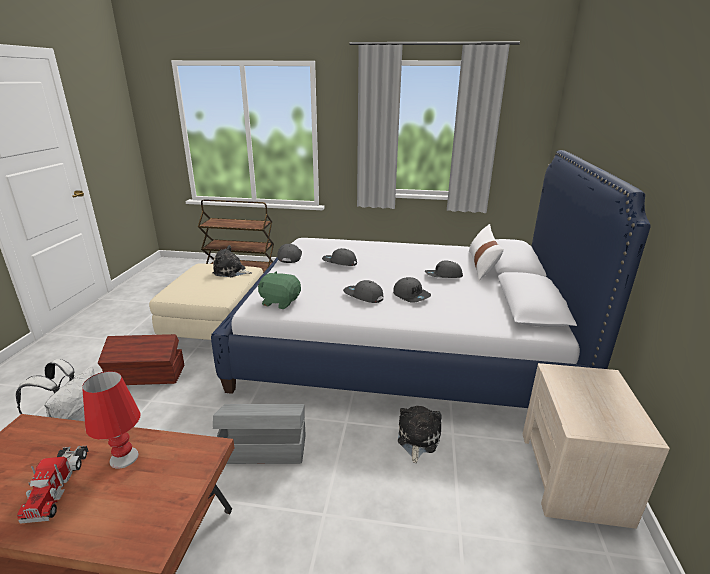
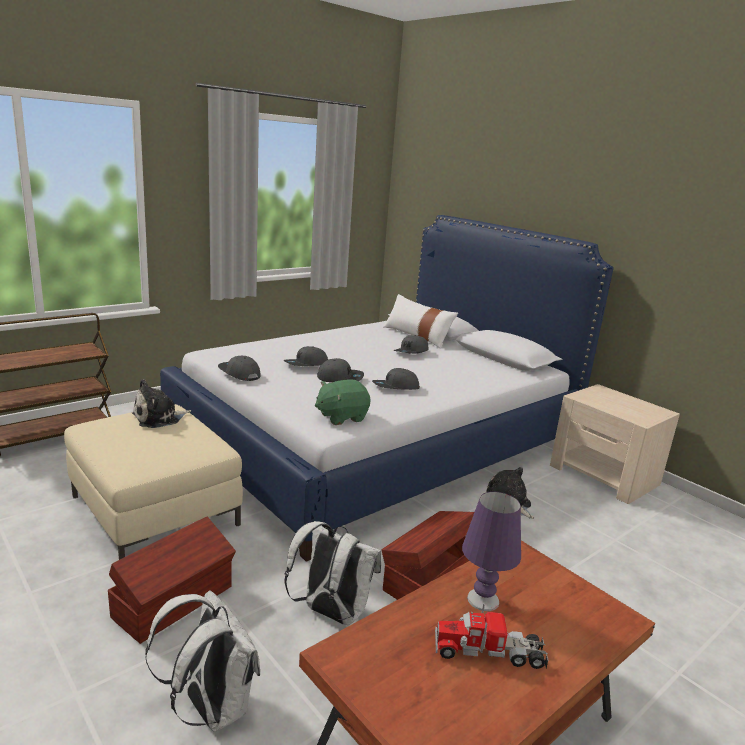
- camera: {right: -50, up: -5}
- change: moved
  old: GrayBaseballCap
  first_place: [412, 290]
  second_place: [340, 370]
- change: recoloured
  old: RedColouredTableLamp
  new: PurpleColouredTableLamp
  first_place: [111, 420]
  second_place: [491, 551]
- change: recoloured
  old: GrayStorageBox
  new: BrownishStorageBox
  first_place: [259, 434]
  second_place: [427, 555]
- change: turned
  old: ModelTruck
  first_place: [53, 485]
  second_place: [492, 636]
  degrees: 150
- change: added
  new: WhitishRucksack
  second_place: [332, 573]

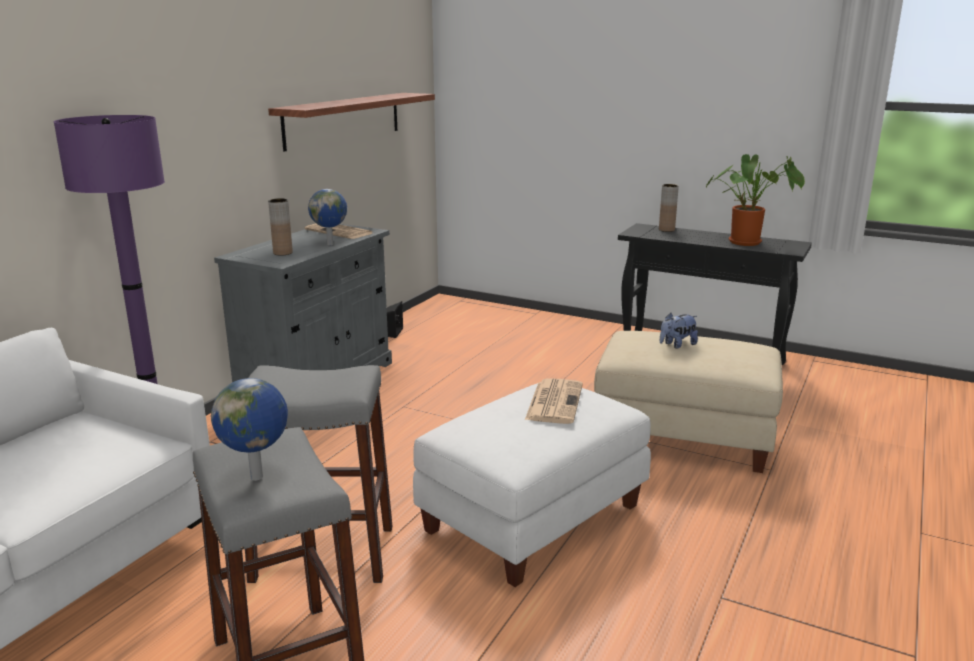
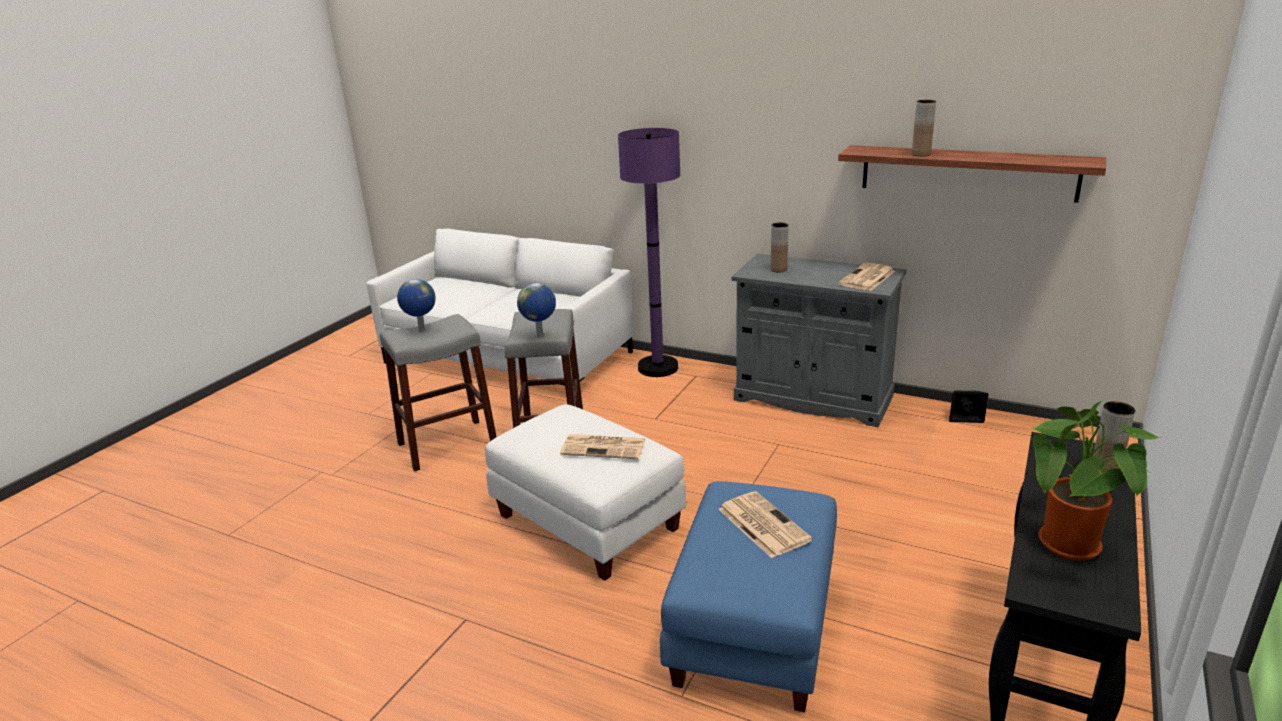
- camera: {right: 90, up: 5}
- change: moved
  old: DeskGlobe
  first_place: [327, 217]
  second_place: [536, 310]
- change: replaced
  old: CuddlyToy
  new: Newspaper
  first_place: [679, 331]
  second_place: [765, 524]
- change: recoloured
  old: SandColouredPouffe
  new: BlueColouredPouffe
  first_place: [688, 402]
  second_place: [748, 596]
- change: added
  new: BrownishDecorativeVase
  second_place: [924, 128]

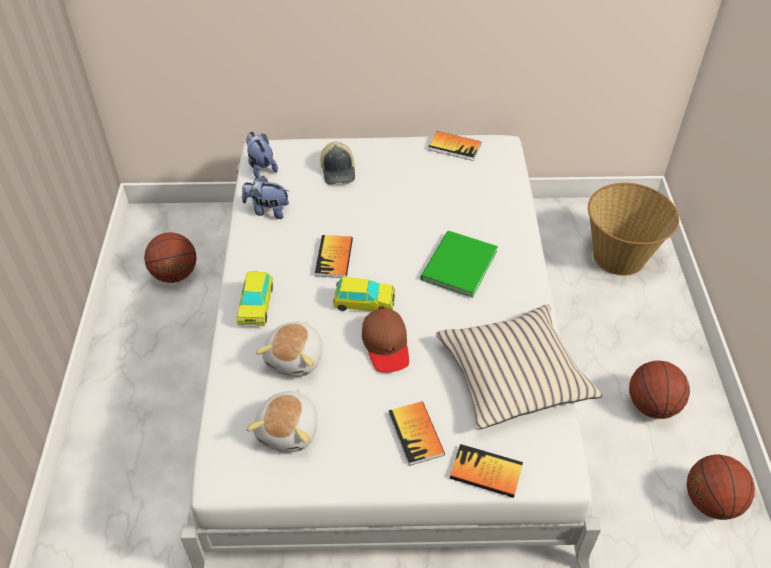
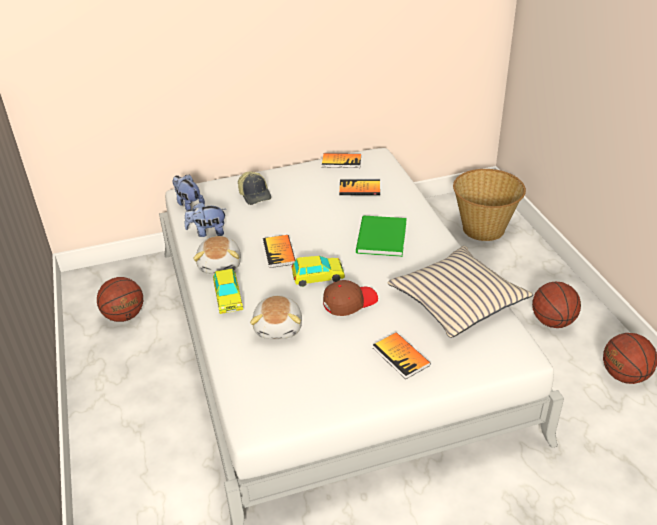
- camera: {right: -15, up: -10}
- change: turned
  old: BrownishBaseballCap
  first_place: [385, 340]
  second_place: [350, 298]
  degrees: -90
- change: moved
  old: CuddlyToy
  first_place: [282, 421]
  second_place: [217, 255]
- change: moved
  old: Volume
  first_place: [486, 471]
  second_place: [359, 187]

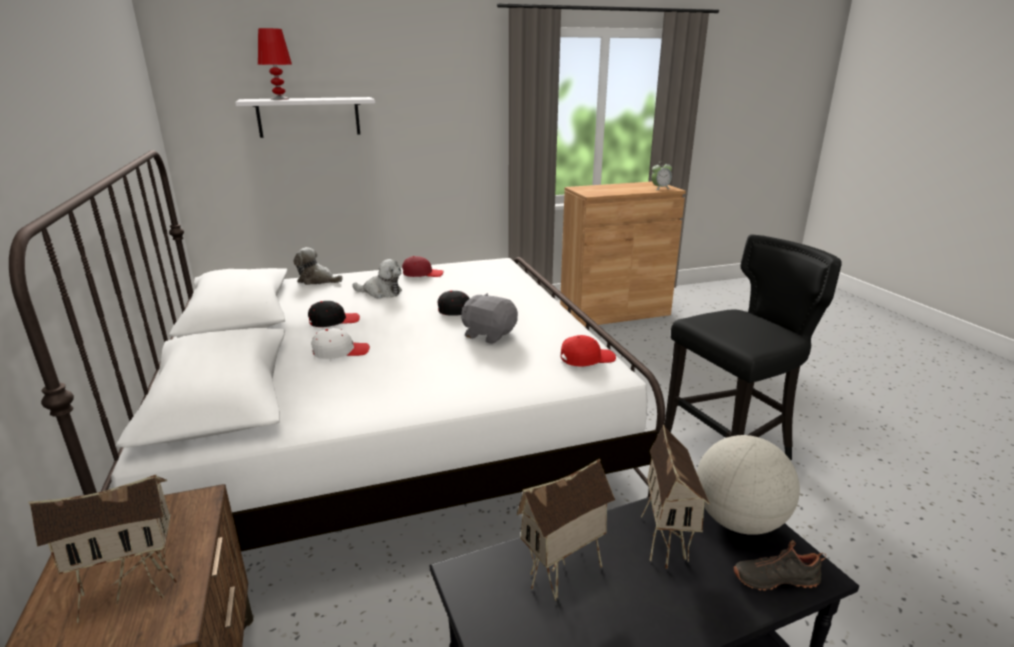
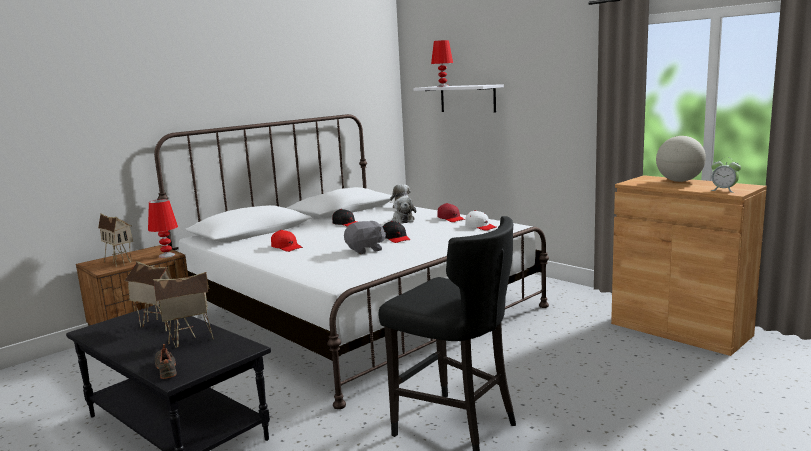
- camera: {right: 65, up: -10}
- change: turned
  old: GrayCuddlyToy
  first_place: [489, 318]
  second_place: [365, 237]
  degrees: 60
- change: moved
  old: WhitishBaseballCap
  first_place: [340, 343]
  second_place: [480, 220]
- change: moved
  old: RedColouredBaseballCap
  first_place: [588, 350]
  second_place: [287, 241]
- change: moved
  old: DeskGlobe
  first_place: [748, 485]
  second_place: [681, 159]
- change: added
  new: RedColouredTableLamp
  second_place: [163, 228]

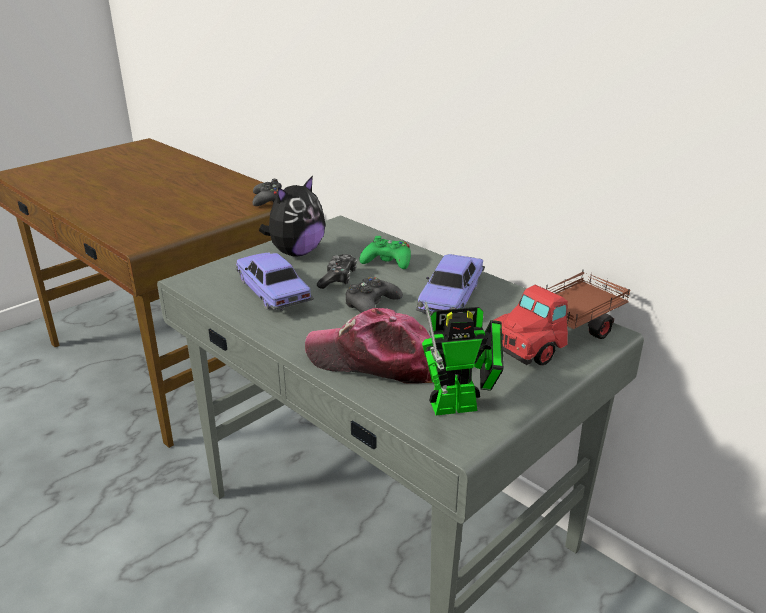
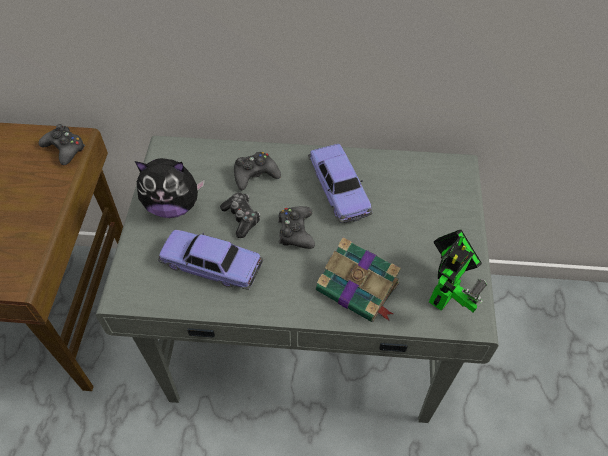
- camera: {right: -40, up: 25}
- change: turned
  old: CuddlyToy
  first_place: [292, 215]
  second_place: [170, 188]
  degrees: 90
- change: recoloured
  old: GreenColouredGameController
  new: BlackishGameController
  first_place: [385, 252]
  second_place: [257, 171]
- change: removed
  old: ModelTruck
  first_place: [562, 317]
- change: replaced
  old: BaseballCap
  new: Volume
  first_place: [369, 345]
  second_place: [358, 279]

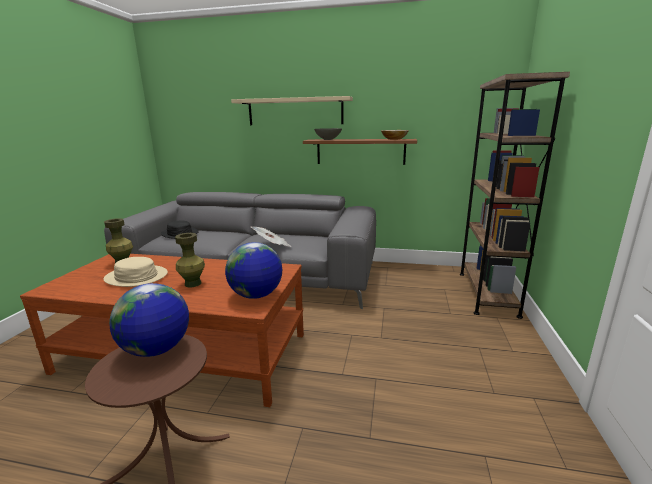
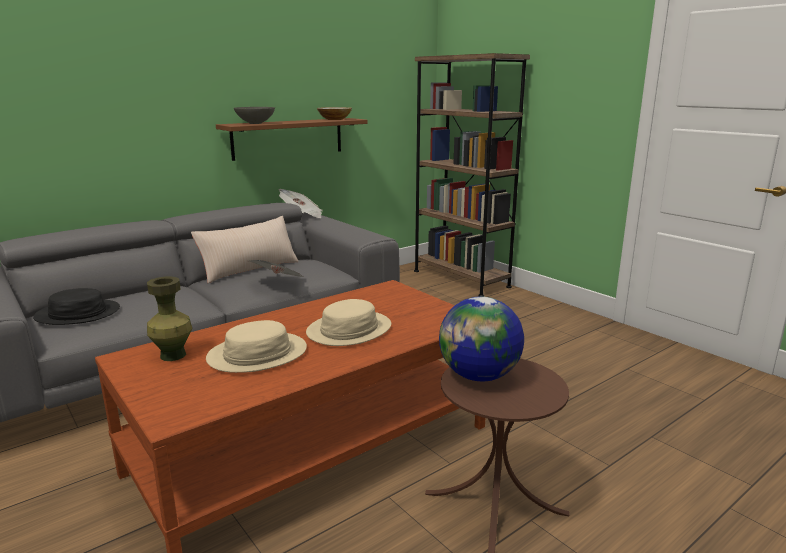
- camera: {right: -50, up: 0}
- change: removed
  old: SandColouredWallShelf
  first_place: [292, 110]
- change: replaced
  old: GreenColouredDecorativeVase
  new: SandColouredWearableHat
  first_place: [190, 260]
  second_place: [348, 322]
- change: removed
  old: DeskGlobe
  first_place: [253, 270]
- change: added
  new: Newspaper
  second_place: [301, 203]
- change: added
  new: SandColouredThrowPillow
  second_place: [244, 249]

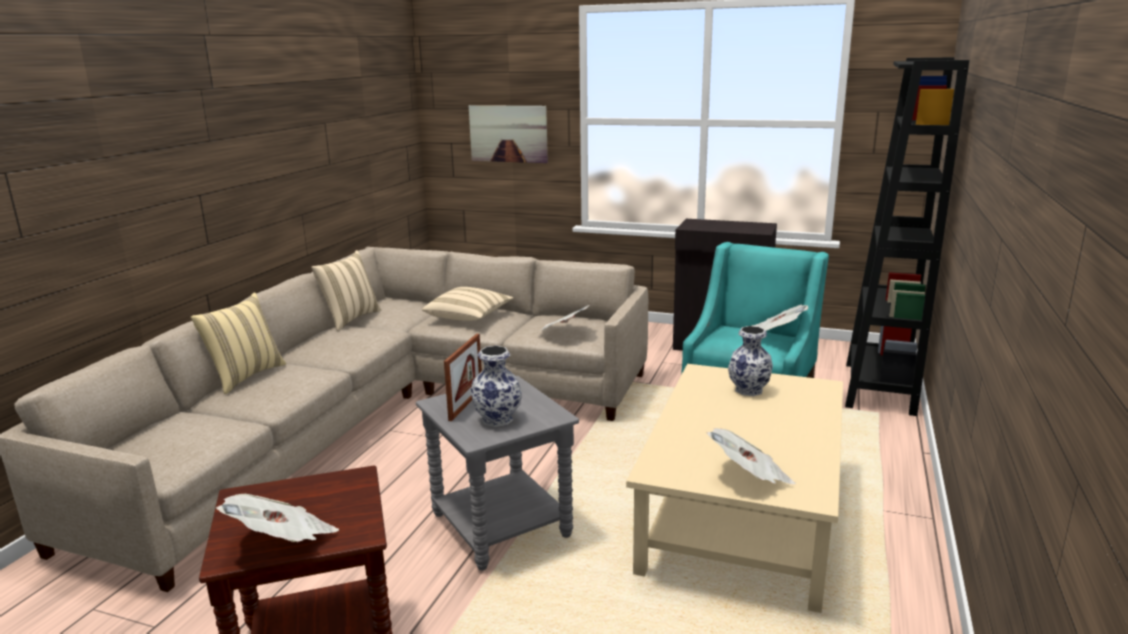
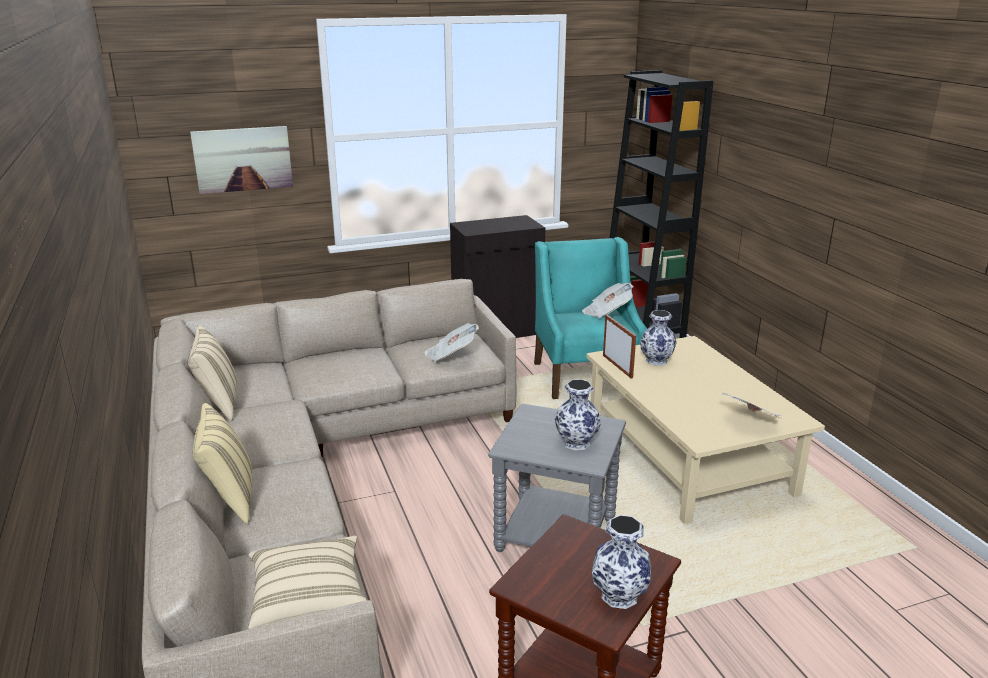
- camera: {right: -40, up: 5}
- change: moved
  old: SandColouredThrowPillow
  first_place: [467, 304]
  second_place: [307, 582]
- change: moved
  old: StandingFrame
  first_place: [463, 377]
  second_place: [619, 346]
- change: replaced
  old: Newspaper
  new: DecorativeVase
  first_place: [277, 518]
  second_place: [621, 562]

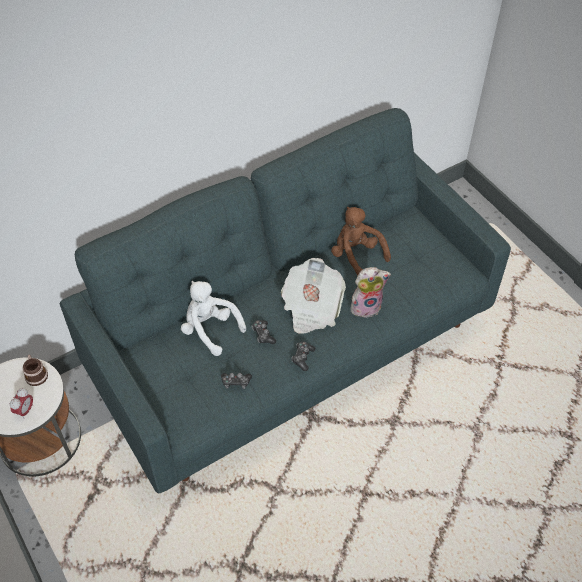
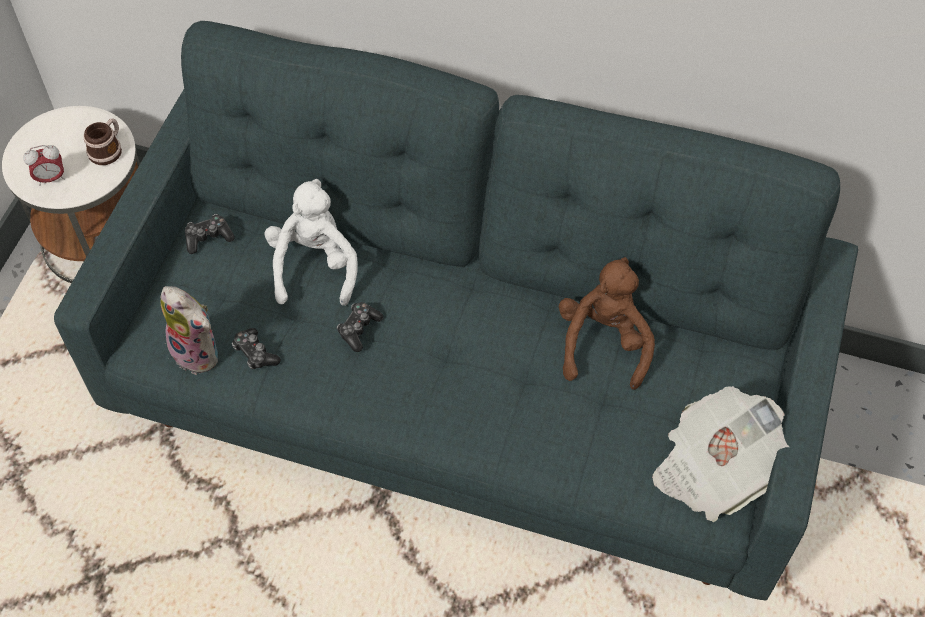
- camera: {right: 50, up: 5}
- change: moved
  old: Newspaper
  first_place: [313, 296]
  second_place: [720, 454]
- change: moved
  old: CuddlyToy
  first_place: [371, 292]
  second_place: [189, 330]
- change: moved
  old: GameController
  first_place: [303, 356]
  second_place: [210, 234]

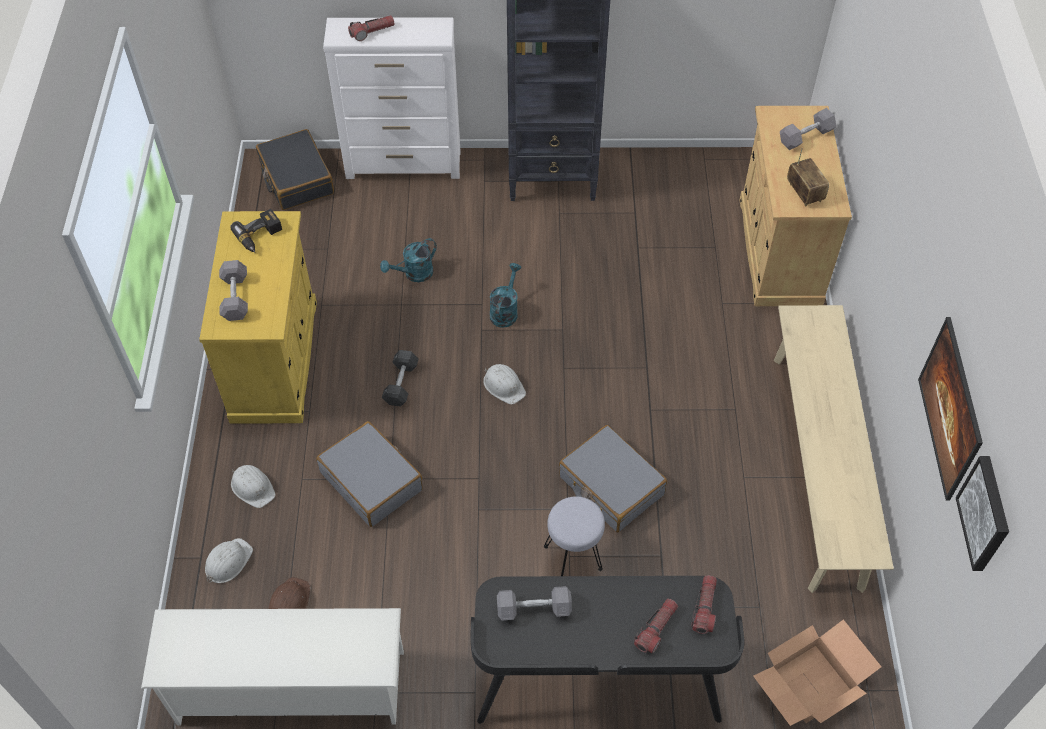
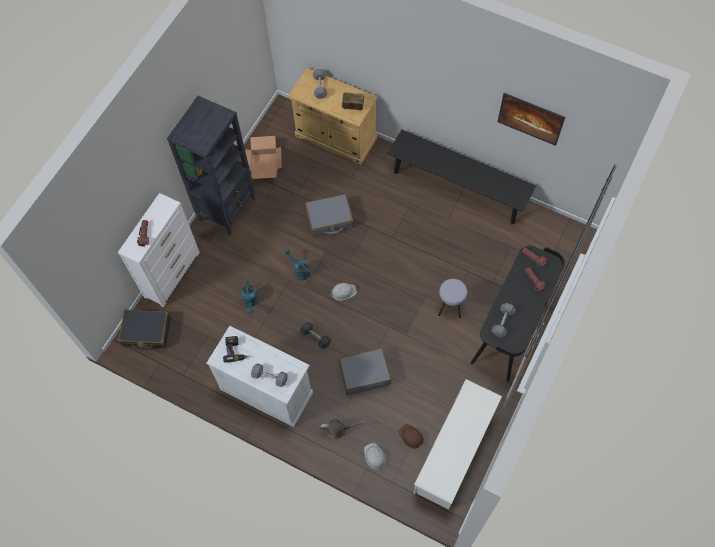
- camera: {right: -60, up: 10}
- change: recoloured
  old: YellowishStorageCabinet
  new: WhitishStorageCabinet
  first_place: [258, 317]
  second_place: [260, 376]
- change: recoloured
  old: SandColouredLongSeat
  new: BlackishLongSeat
  first_place: [834, 449]
  second_place: [461, 177]
- change: moved
  old: GrayTravelCase
  first_place: [613, 478]
  second_place: [329, 215]
- change: removed
  old: WallPicture
  first_place: [982, 513]
- change: replaced
  old: WhitishHardHat
  new: BrownishSprinklingCan
  first_place: [253, 486]
  second_place: [342, 429]
- change: moved
  old: PackingBox
  first_place: [817, 673]
  second_place: [263, 157]

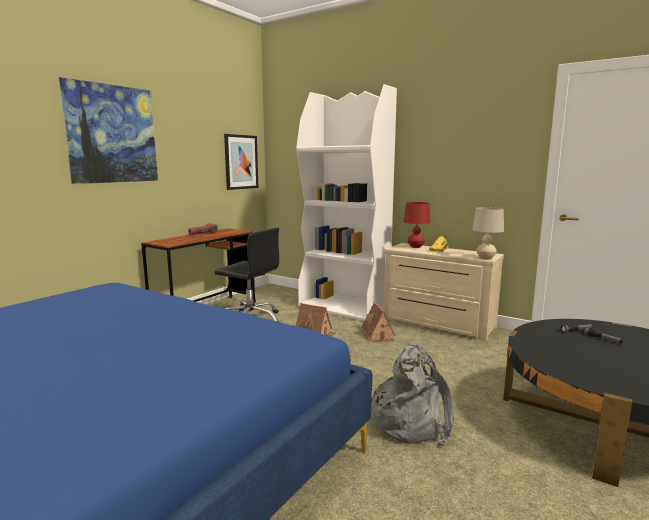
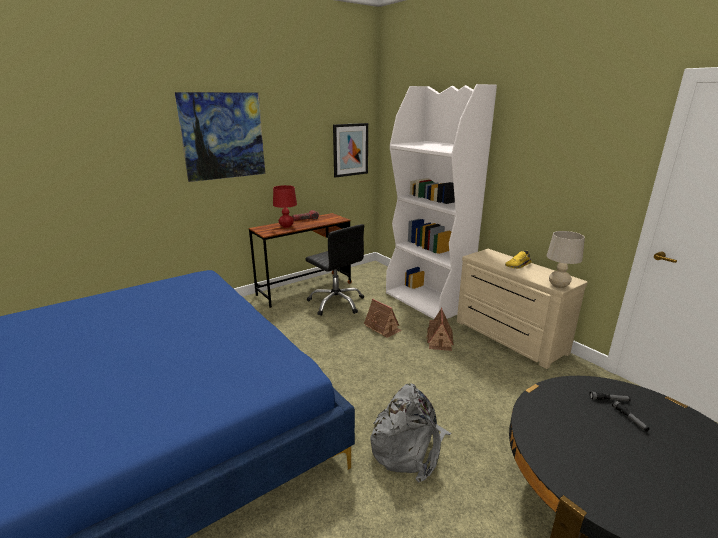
- camera: {right: 20, up: 10}
- change: moved
  old: RedColouredTableLamp
  first_place: [417, 225]
  second_place: [285, 206]

